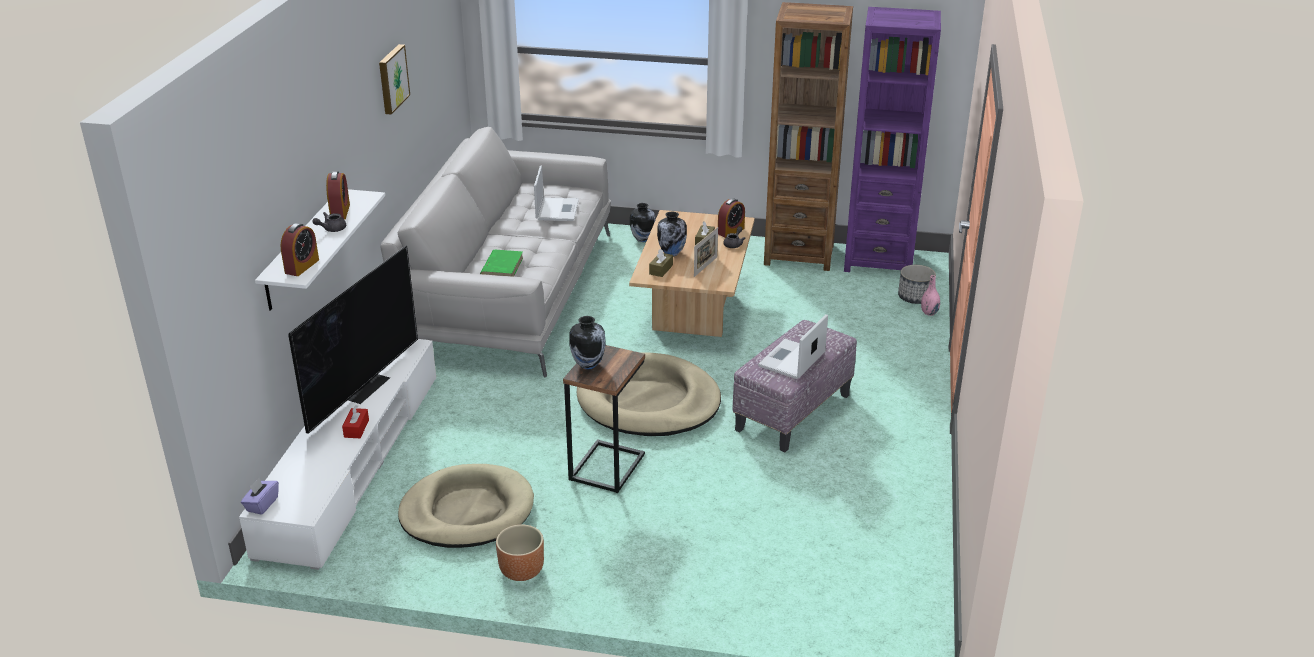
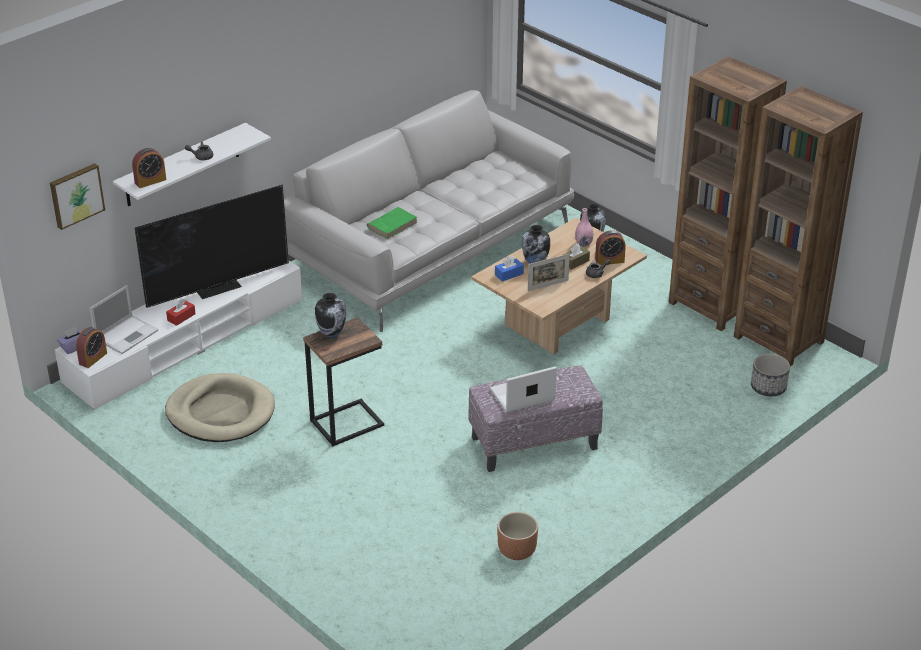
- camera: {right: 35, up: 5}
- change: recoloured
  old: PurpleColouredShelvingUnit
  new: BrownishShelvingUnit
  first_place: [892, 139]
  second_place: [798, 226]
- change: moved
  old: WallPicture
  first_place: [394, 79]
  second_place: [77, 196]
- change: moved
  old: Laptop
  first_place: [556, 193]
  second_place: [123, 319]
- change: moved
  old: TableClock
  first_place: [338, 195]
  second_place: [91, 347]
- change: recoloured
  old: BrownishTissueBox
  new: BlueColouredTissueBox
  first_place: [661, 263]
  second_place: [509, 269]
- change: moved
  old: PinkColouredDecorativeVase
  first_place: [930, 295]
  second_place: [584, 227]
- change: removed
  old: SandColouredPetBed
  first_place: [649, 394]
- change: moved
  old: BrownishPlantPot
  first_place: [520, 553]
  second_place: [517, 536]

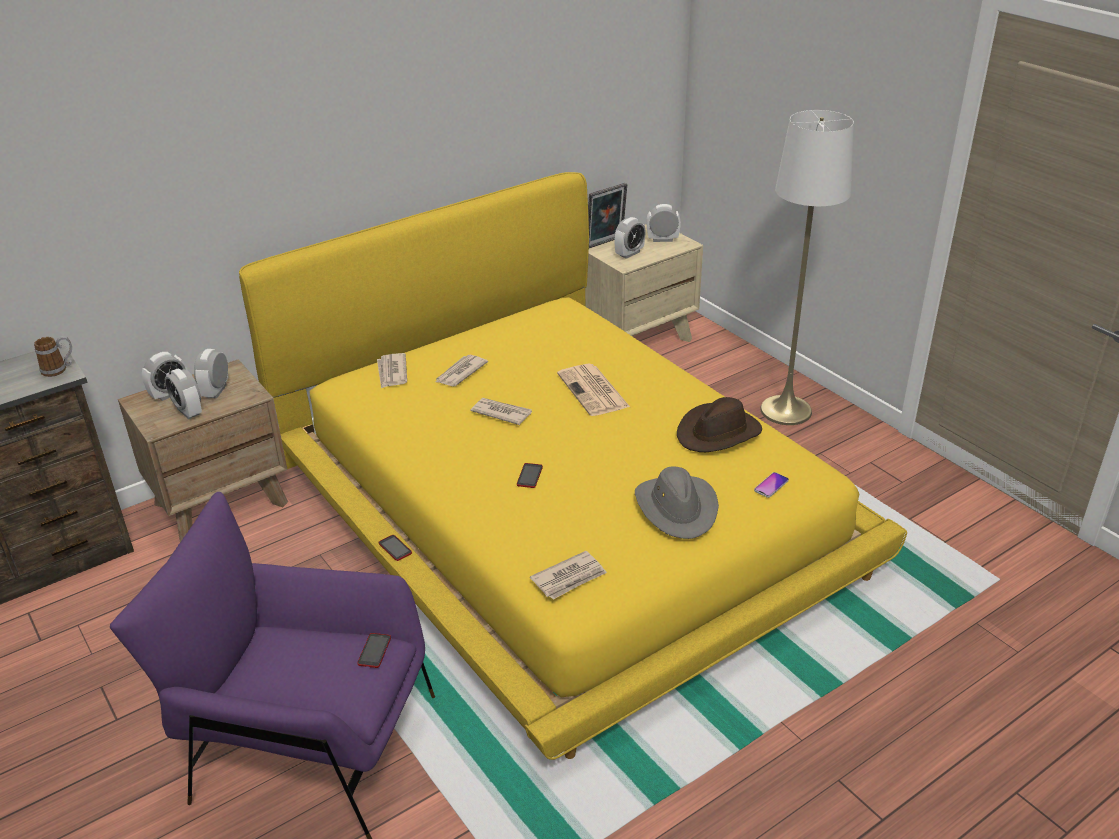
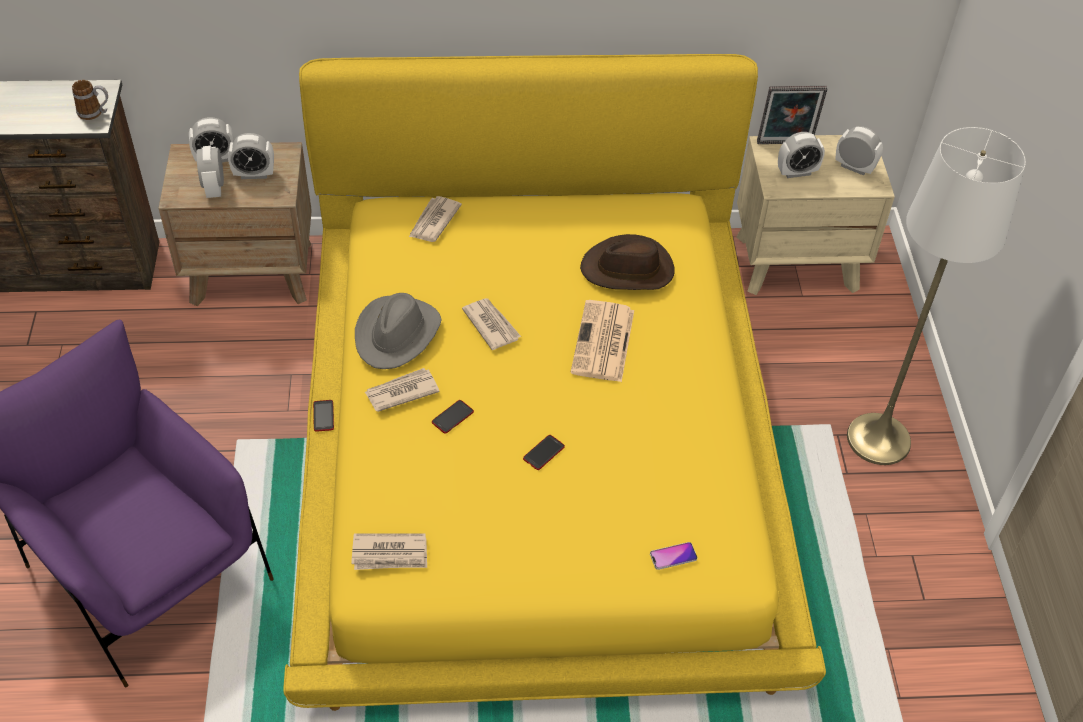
- camera: {right: 30, up: 15}
- change: turned
  old: TableClock
  first_place: [211, 373]
  second_place: [251, 156]
  degrees: -135
- change: moved
  old: Newspaper
  first_place: [461, 370]
  second_place: [402, 390]
- change: moved
  old: BrownishWearableHat
  first_place: [719, 424]
  second_place: [627, 262]
- change: moved
  old: GrayWearableHat
  first_place: [677, 502]
  second_place: [398, 331]
- change: moved
  old: Telephone
  first_place: [374, 650]
  second_place: [544, 452]

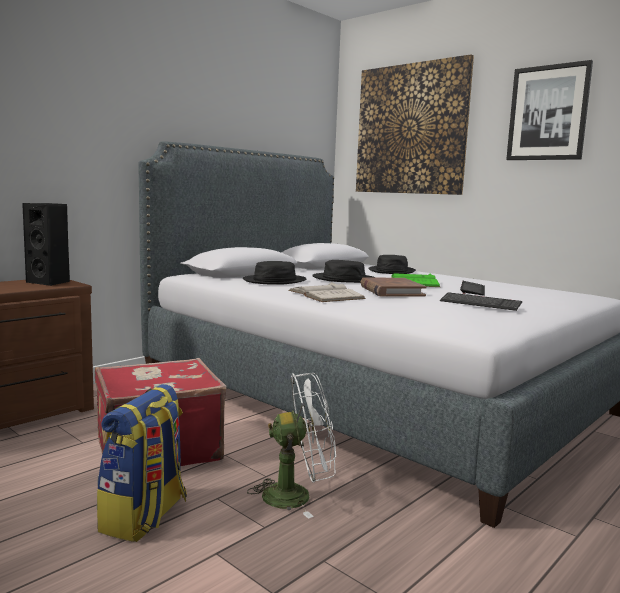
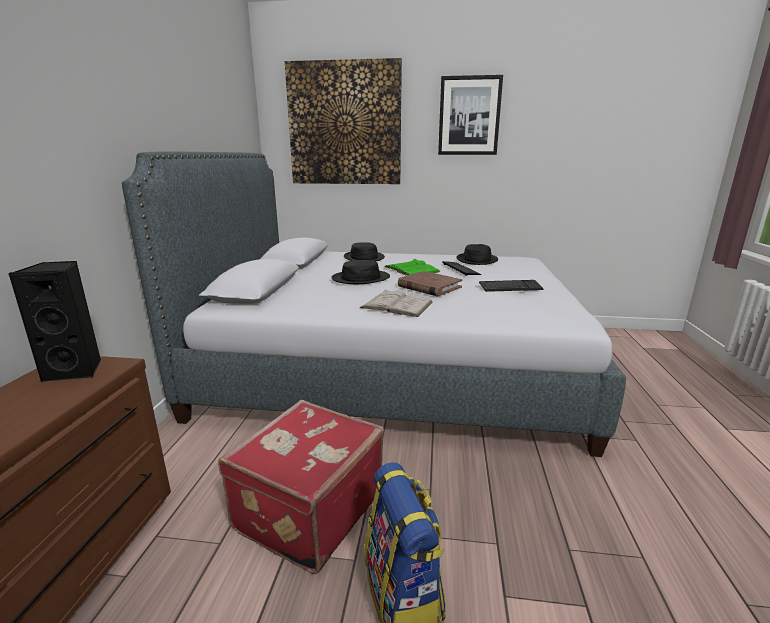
- camera: {right: -35, up: 10}
- change: moved
  old: BlackishWearableHat
  first_place: [274, 273]
  second_place: [477, 254]
- change: removed
  old: WhitishElectricFan
  first_place: [291, 446]

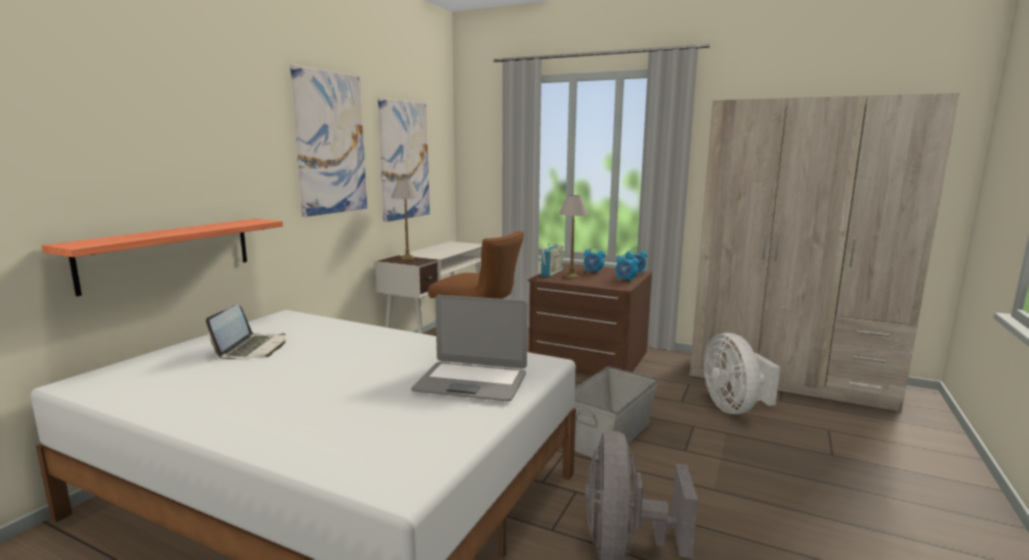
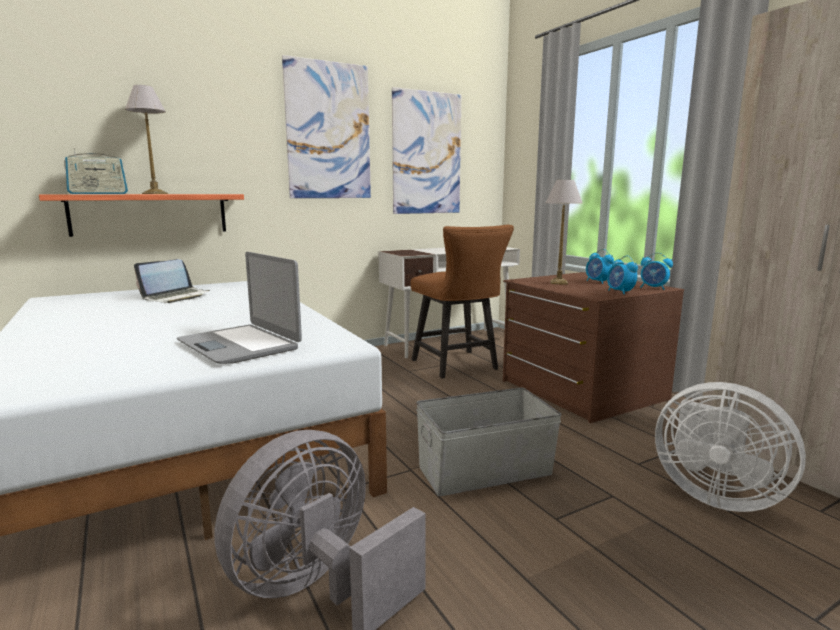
- camera: {right: 35, up: 0}
- change: moved
  old: TableLamp
  first_place: [405, 220]
  second_place: [146, 139]
- change: moved
  old: Radio
  first_place: [552, 260]
  second_place: [96, 171]
- change: turned
  old: WhitishElectricFan
  first_place: [742, 373]
  second_place: [730, 447]
  degrees: -75

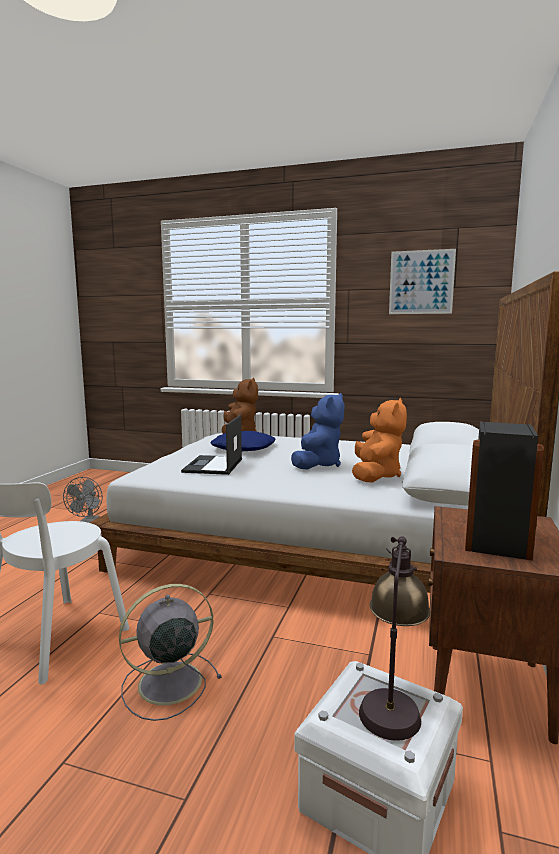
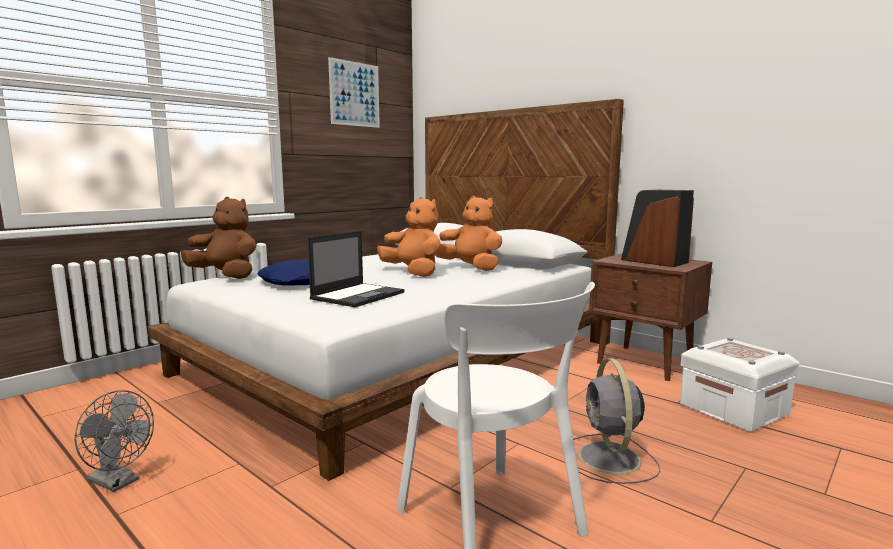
- camera: {right: -65, up: 0}
- change: recoloured
  old: BlueColouredCuddlyToy
  new: OrangeCuddlyToy
  first_place: [318, 431]
  second_place: [409, 237]
- change: turned
  old: Laptop
  first_place: [211, 445]
  second_place: [355, 269]
  degrees: -90
- change: removed
  old: TableLamp
  first_place: [394, 638]

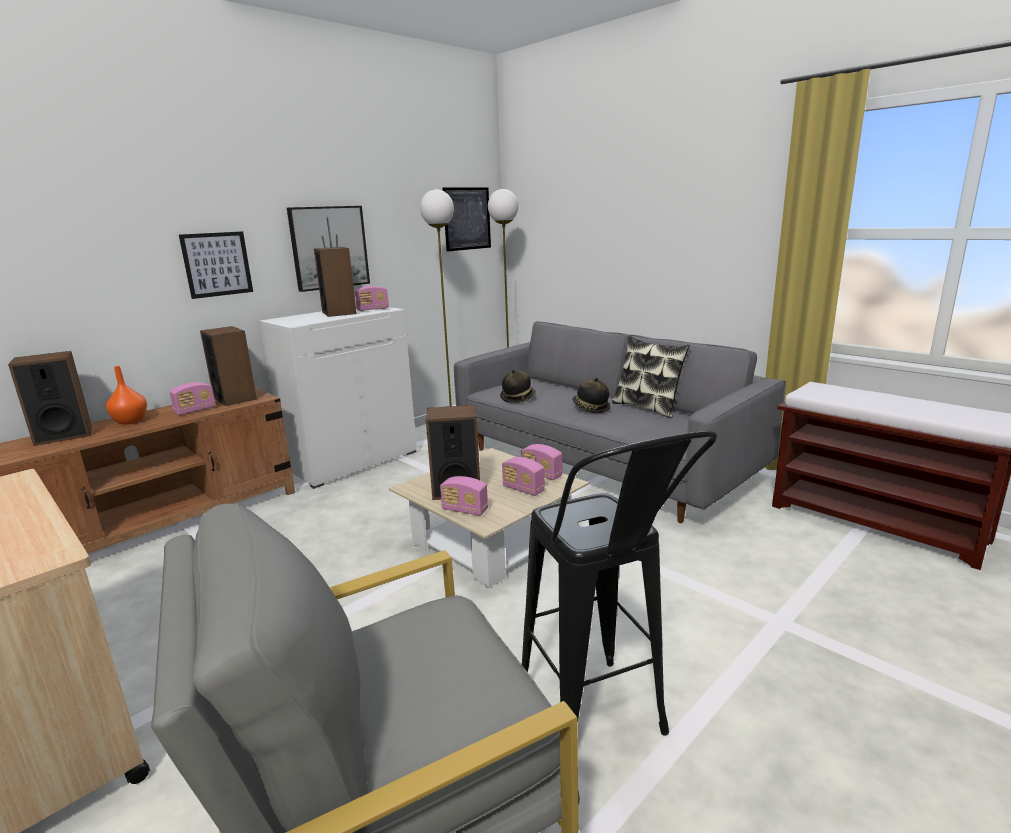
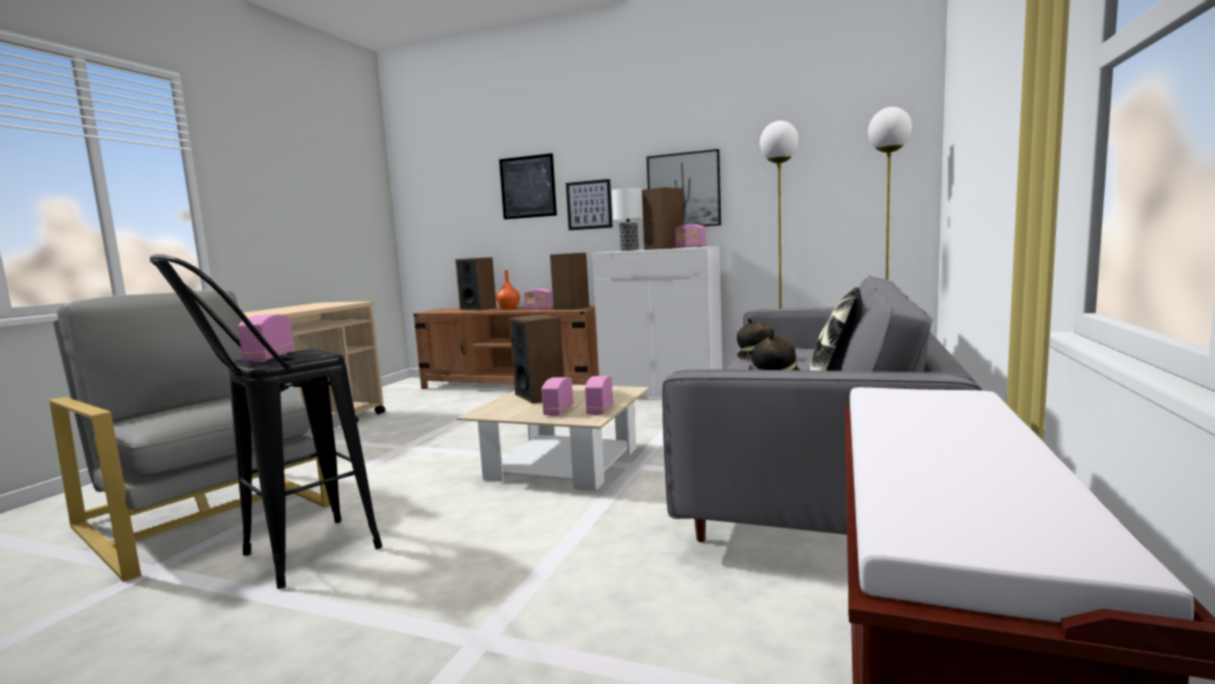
- camera: {right: 65, up: -10}
- change: moved
  old: WallPicture
  first_place: [466, 219]
  second_place: [528, 186]
- change: moved
  old: Radio
  first_place: [464, 496]
  second_place: [266, 338]
- change: added
  new: TableLamp
  second_place: [627, 219]

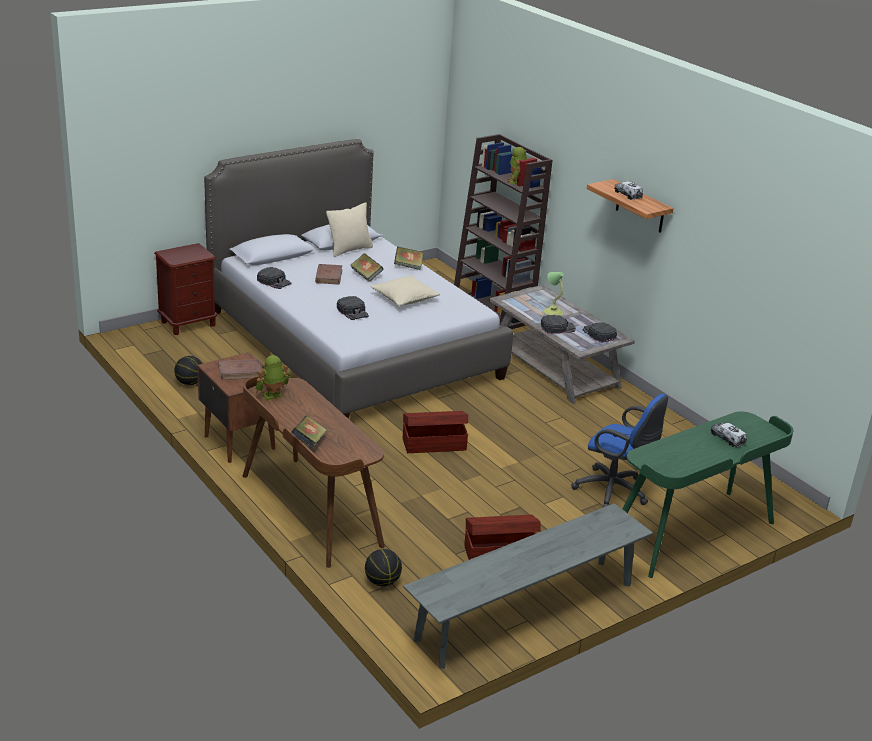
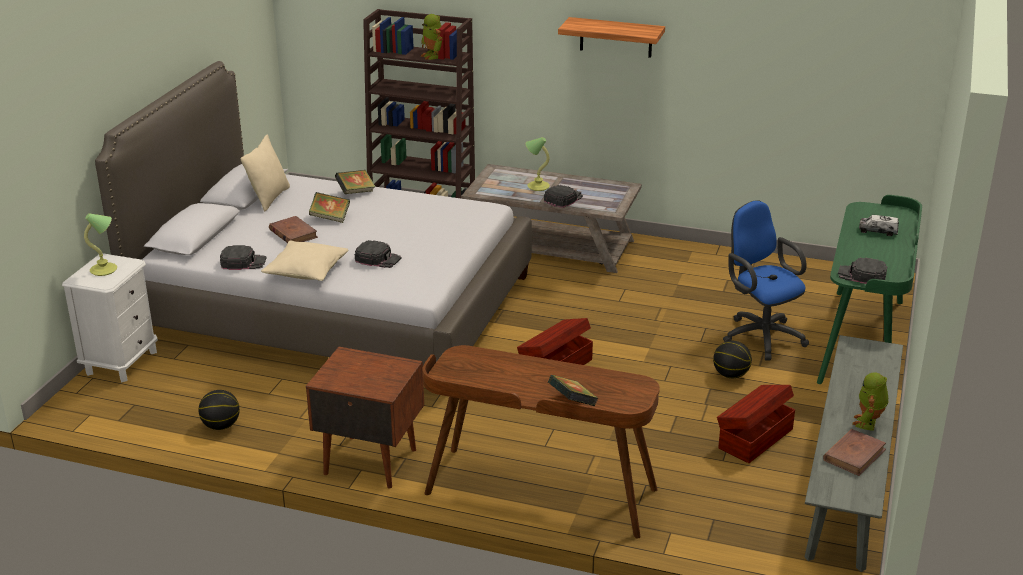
- camera: {right: -35, up: 0}
- change: removed
  old: ModelTruck
  first_place: [628, 190]
- change: recoloured
  old: BrownishBedsideTable
  new: WhitishBedsideTable
  first_place: [185, 289]
  second_place: [110, 317]
- change: moved
  old: SandColouredThrowPillow
  first_place: [405, 290]
  second_place: [304, 260]
- change: moved
  old: BlackishBaseballCap
  first_place: [600, 332]
  second_place: [862, 271]
- change: moved
  old: RobotFigure
  first_place: [273, 378]
  second_place: [870, 401]
- change: moved
  old: BrownishVolume
  first_place: [240, 369]
  second_place: [854, 452]
- change: turned
  old: BlueColouredComputerChair
  first_place: [619, 450]
  second_place: [766, 280]
  degrees: -120
- change: moved
  old: BallForBasketball
  first_place: [383, 567]
  second_place: [732, 359]
- change: added
  new: TableLamp
  second_place: [100, 244]

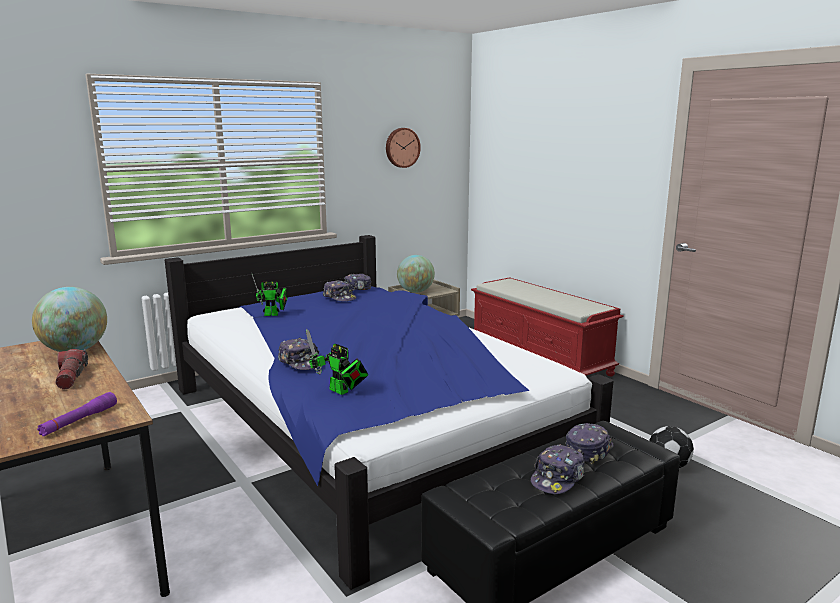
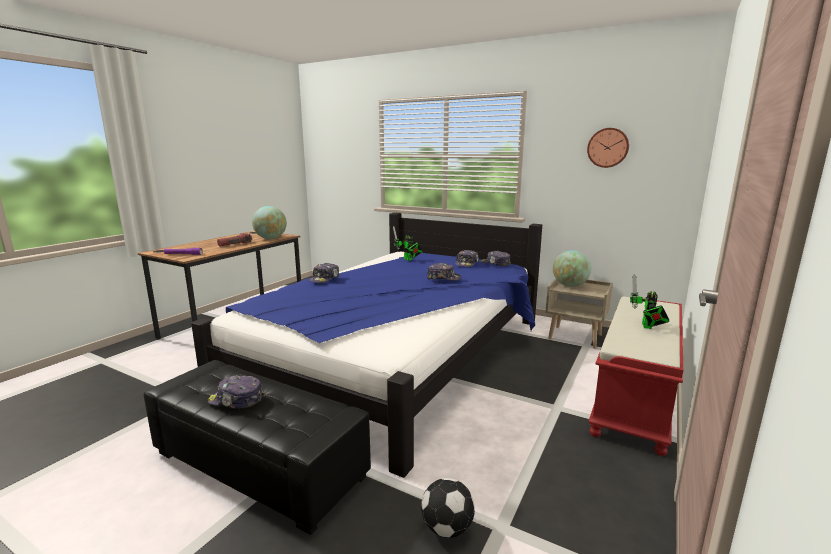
- camera: {right: 65, up: 0}
- change: moved
  old: RobotFigure
  first_place: [337, 362]
  second_place: [649, 301]
- change: moved
  old: BaseballCap
  first_place: [589, 444]
  second_place: [444, 271]

